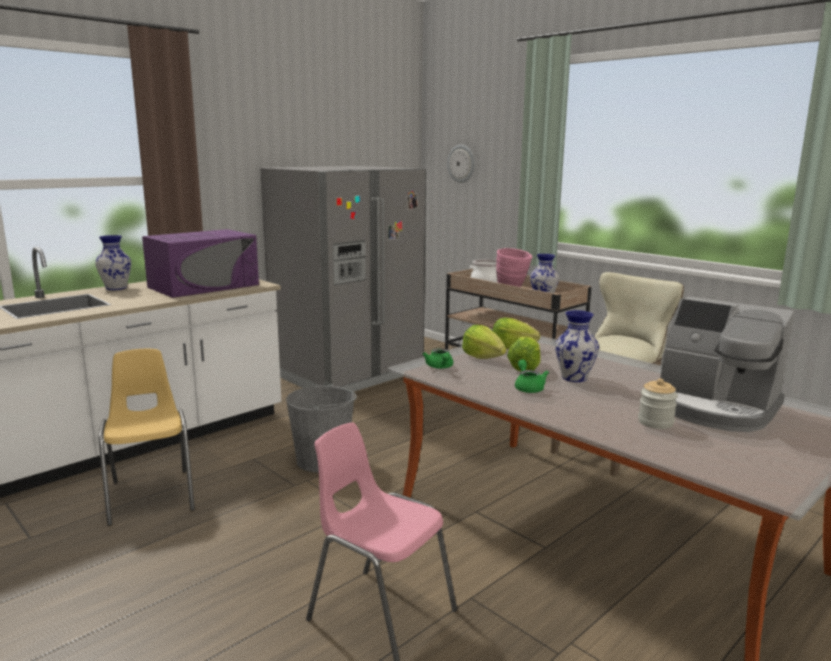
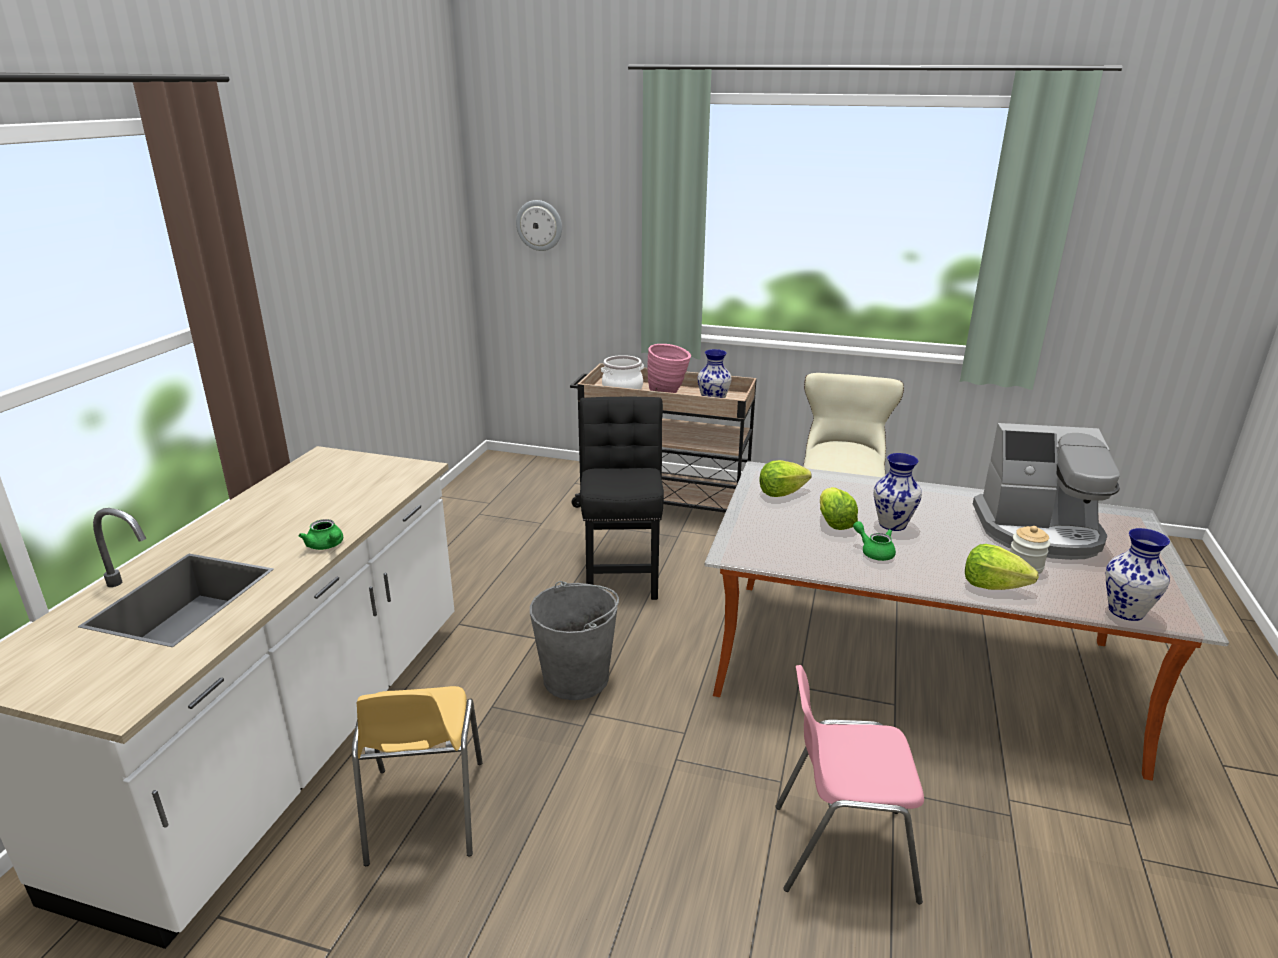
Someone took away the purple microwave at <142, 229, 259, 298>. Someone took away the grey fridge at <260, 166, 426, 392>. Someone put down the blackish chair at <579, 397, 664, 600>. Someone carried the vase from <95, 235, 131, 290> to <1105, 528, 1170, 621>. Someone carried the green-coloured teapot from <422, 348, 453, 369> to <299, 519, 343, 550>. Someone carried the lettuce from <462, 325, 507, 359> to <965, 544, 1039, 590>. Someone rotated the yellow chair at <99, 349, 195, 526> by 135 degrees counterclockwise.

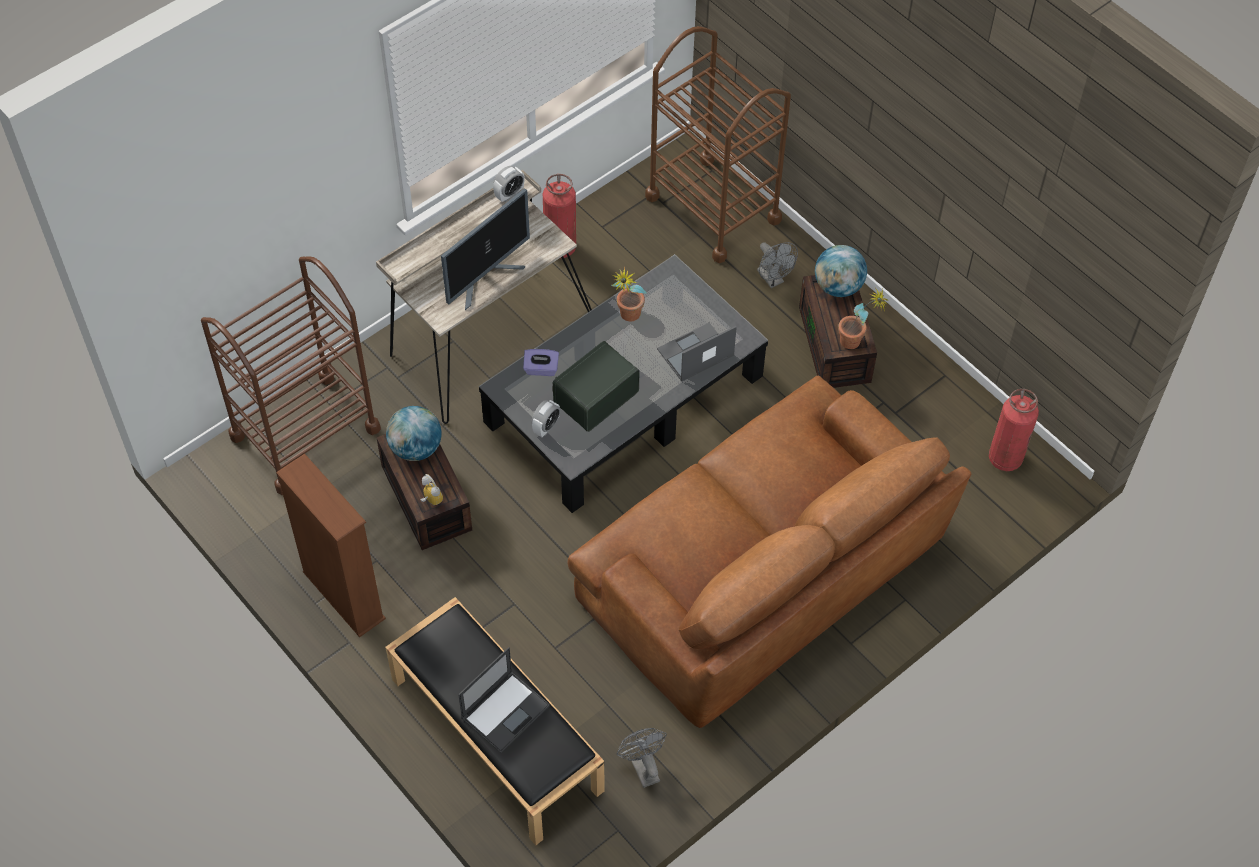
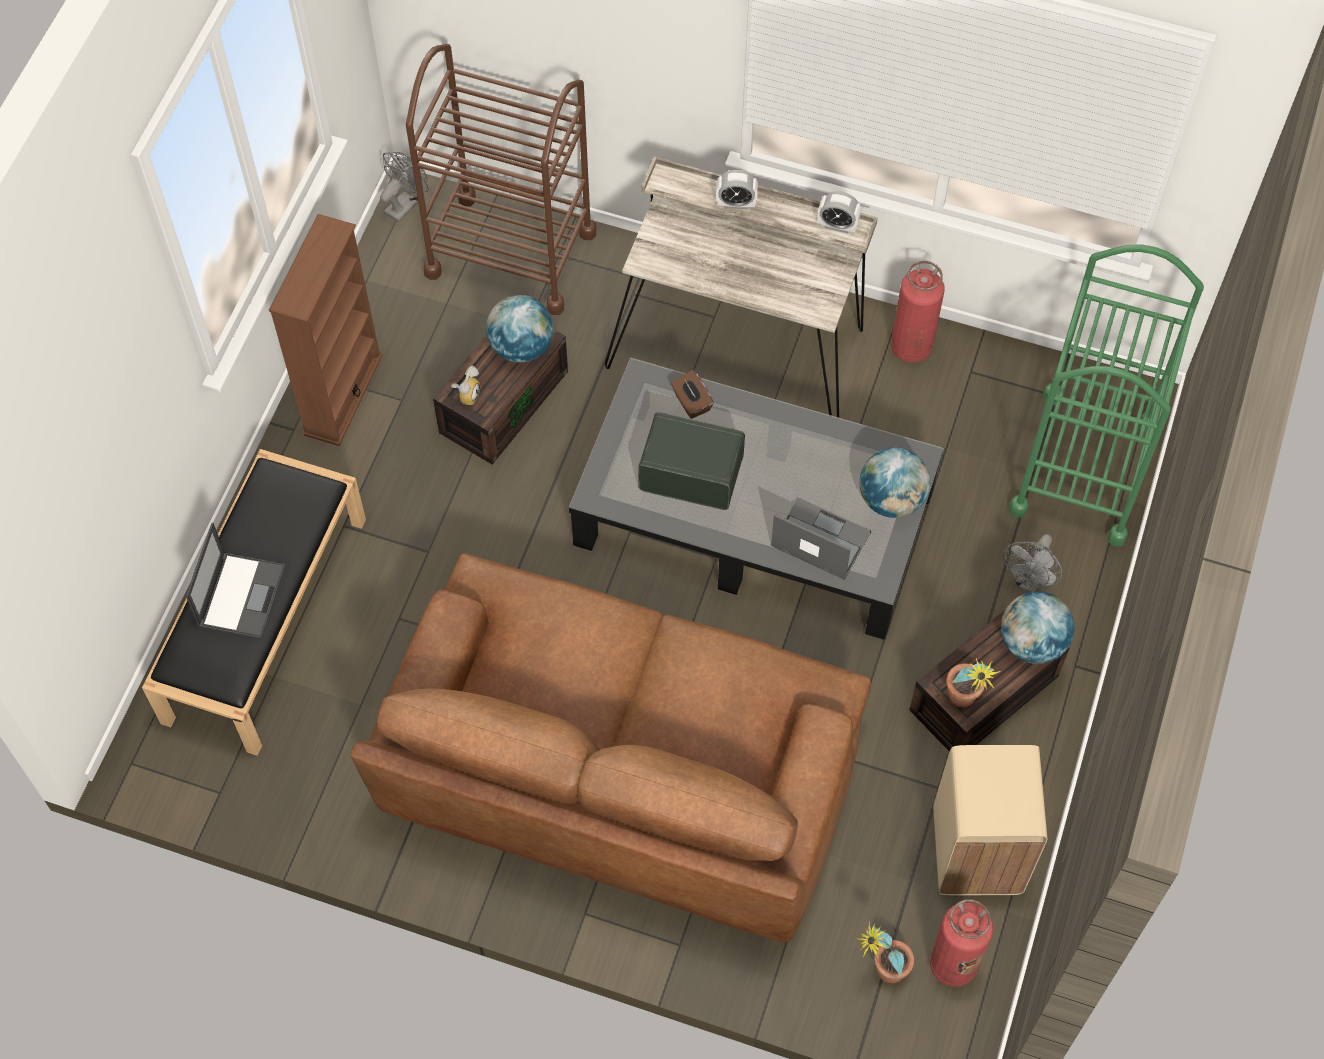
Someone took away the computer screen at <441, 188, 530, 310>. Someone put down the desk globe at <860, 447, 930, 518>. Someone put down the sand-coloured waste bin at <933, 745, 1047, 895>. Someone carried the bedside clock from <532, 400, 560, 437> to <716, 170, 758, 209>. Someone carried the potted plant from <611, 267, 647, 321> to <857, 921, 914, 983>. Someone carried the grey cooling fan from <617, 728, 667, 788> to <380, 152, 429, 222>. Someone repainted the purple tissue holder at <523, 349, 559, 376>, which became the brown-coloured tissue holder at <671, 370, 714, 419>. Someone repainted the brown-coloured trolley at <645, 26, 791, 263>, which became the green-coloured trolley at <1009, 245, 1204, 546>. Someone rotated the portable computer at <458, 647, 550, 753> by 90 degrees counterclockwise.

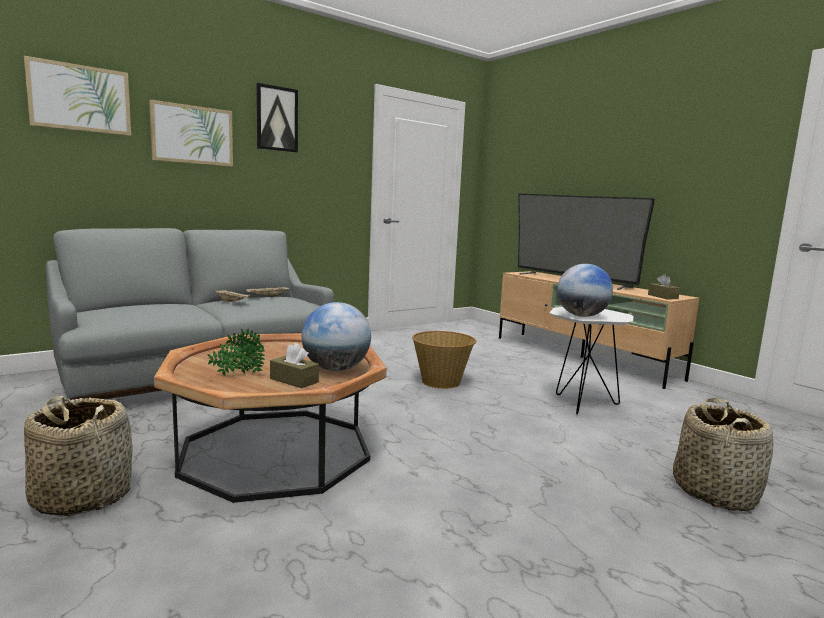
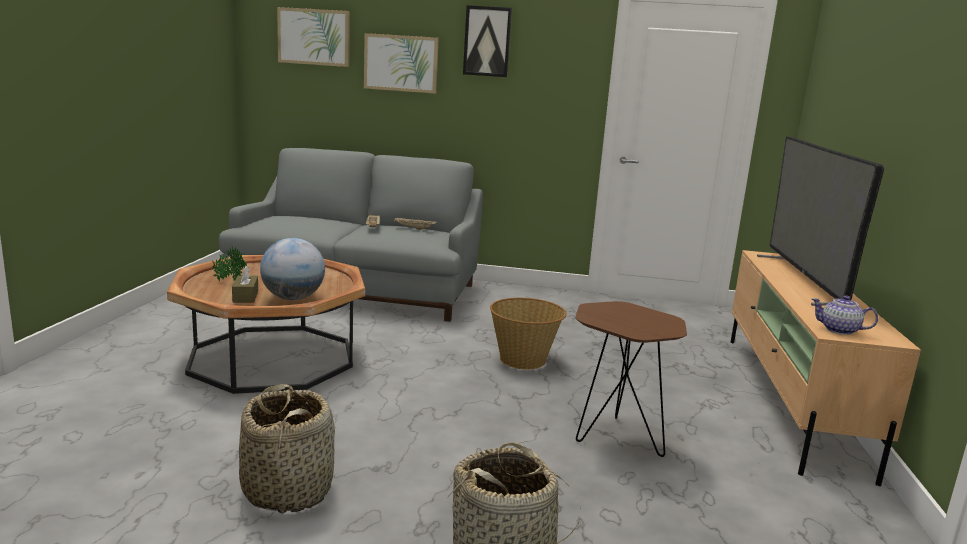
Someone took away the desk globe at <557, 264, 613, 317>. Someone carried the storage basket from <24, 396, 132, 517> to <239, 384, 335, 513>. Someone swapped the brown-coloured tissue holder at <648, 274, 680, 299> for the teapot at <812, 296, 878, 335>. Someone repainted the white-coloured accent table at <549, 307, 634, 414>, which became the brown-coloured accent table at <575, 301, 687, 457>.

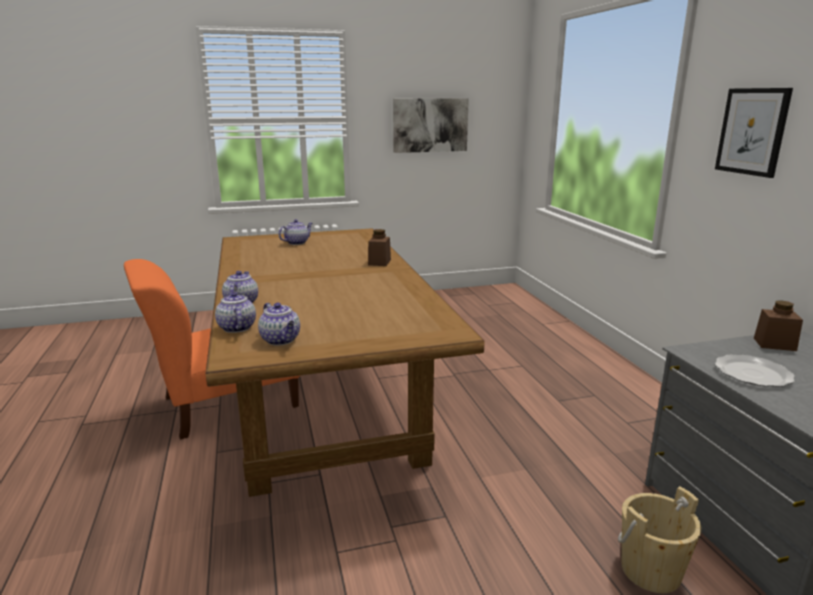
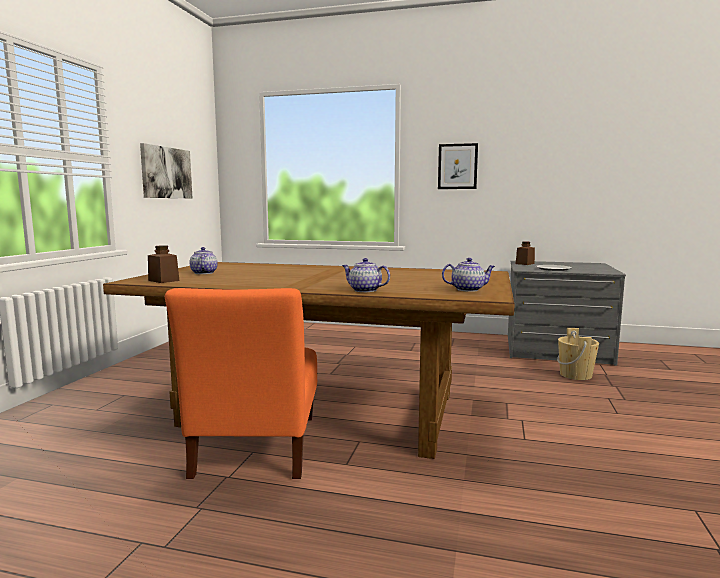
Someone took away the teapot at <215, 292, 256, 333>. Someone carried the brown-coloured storage jar from <368, 229, 391, 266> to <148, 245, 180, 283>.

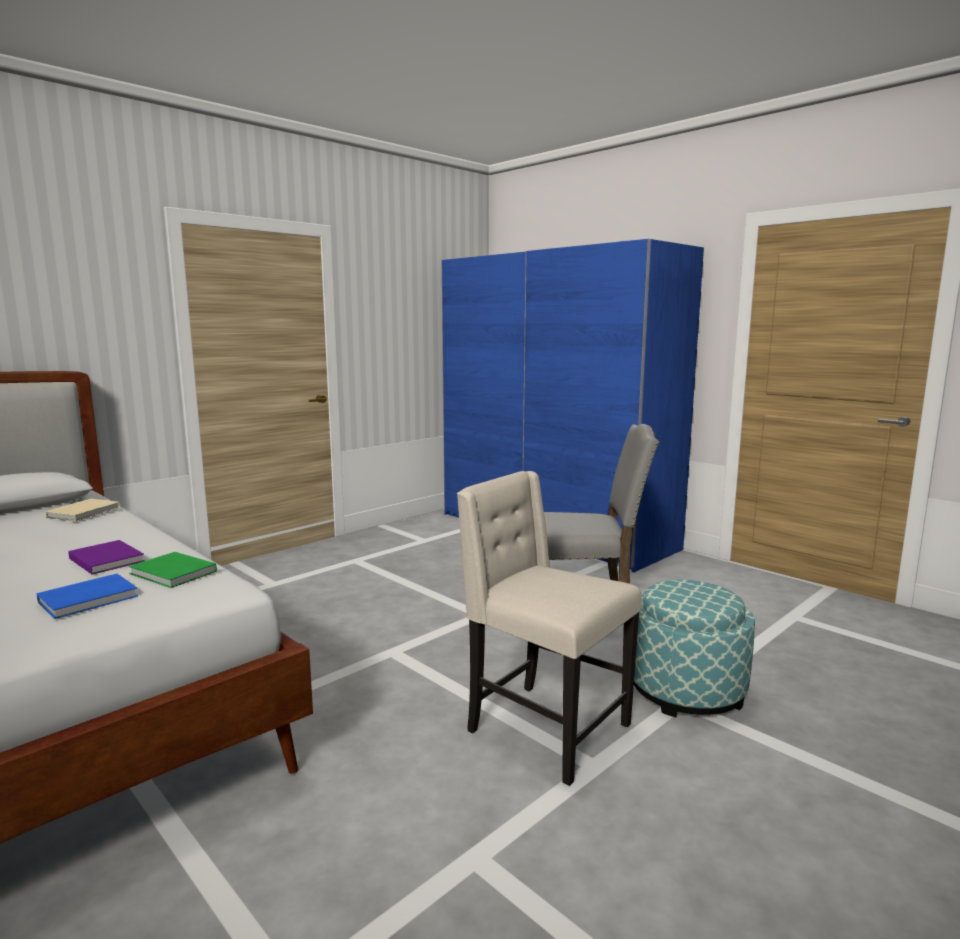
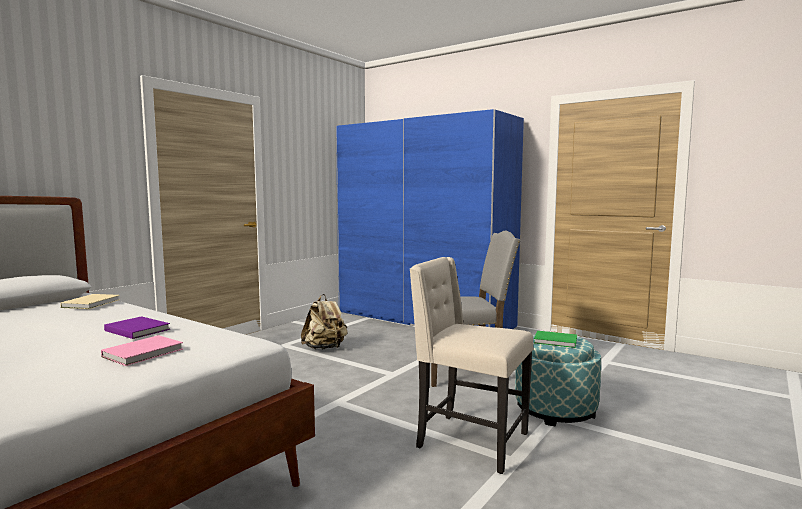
Someone put down the sand-coloured rucksack at <301, 294, 348, 349>. Someone carried the green-coloured book from <129, 552, 217, 588> to <534, 331, 577, 348>. Someone repainted the blue-coloured book at <37, 574, 138, 619>, which became the pink book at <101, 335, 183, 366>.

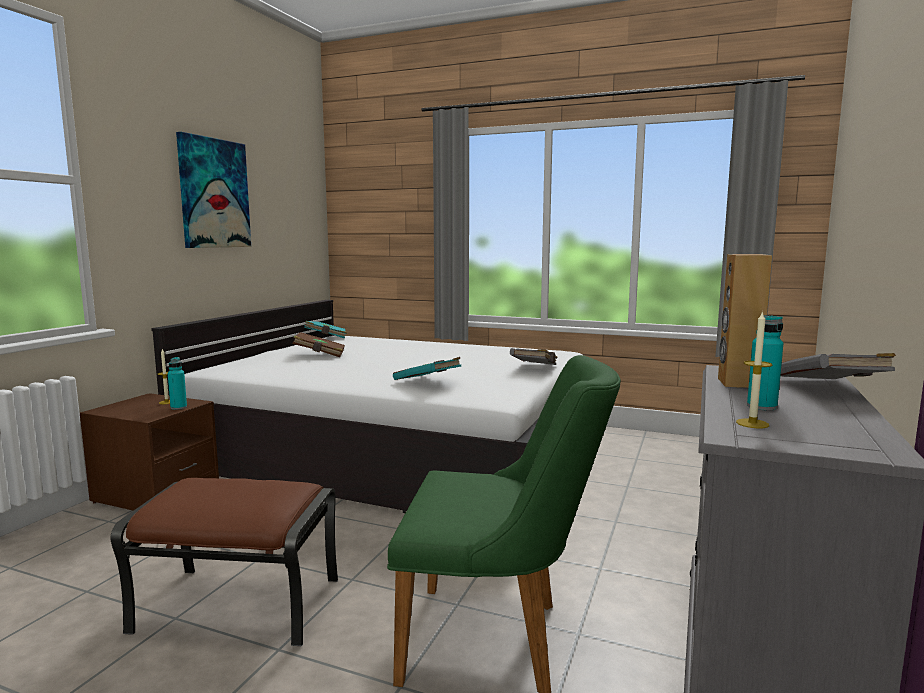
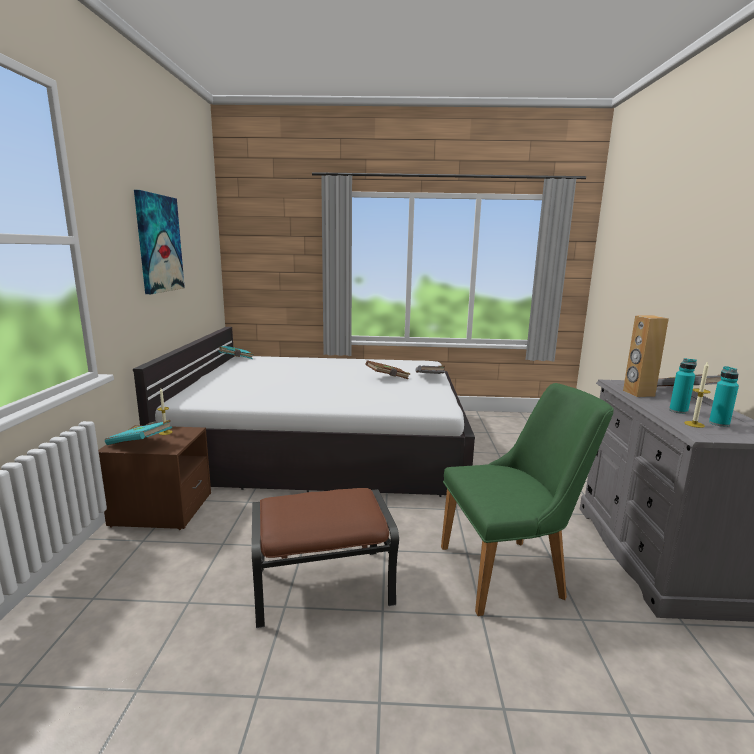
Someone carried the blue-green drink bottle from <168, 357, 187, 410> to <709, 366, 739, 427>. Someone carried the brown-coloured book from <292, 332, 345, 357> to <366, 360, 410, 379>. Someone carried the blue-green book from <393, 357, 462, 380> to <105, 420, 172, 445>.

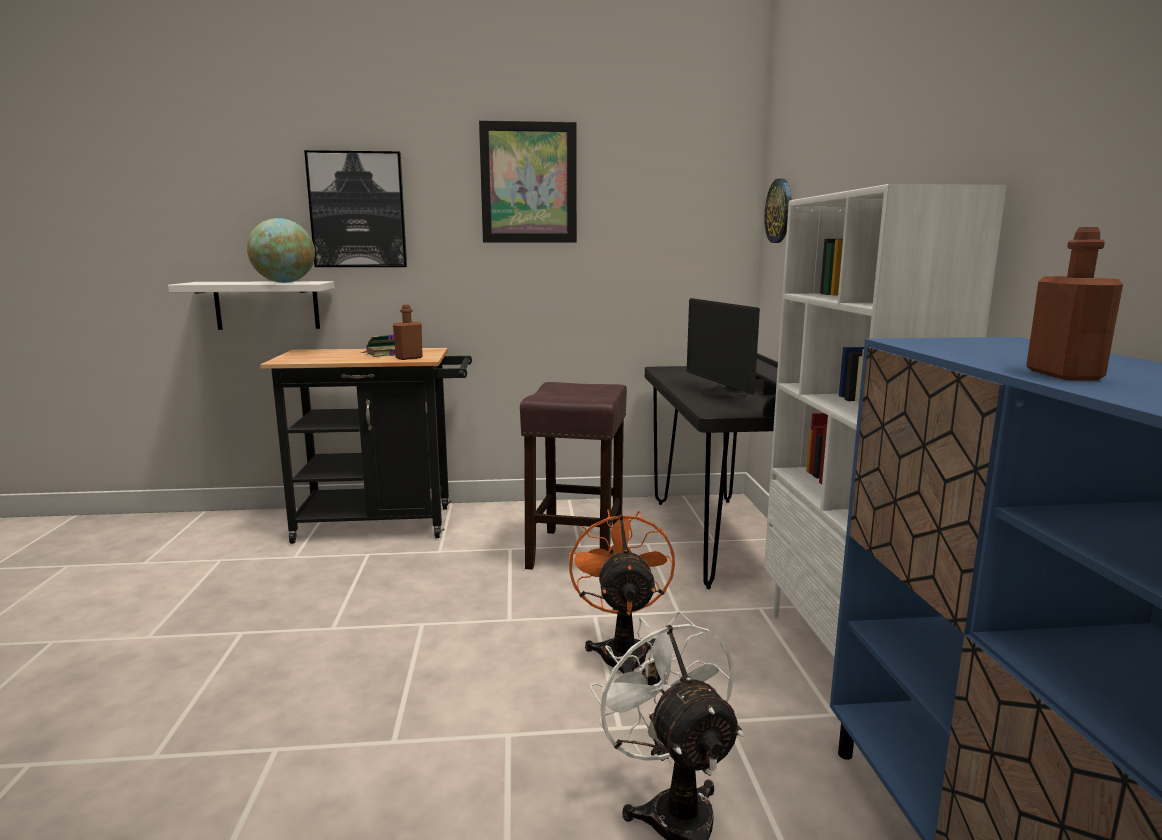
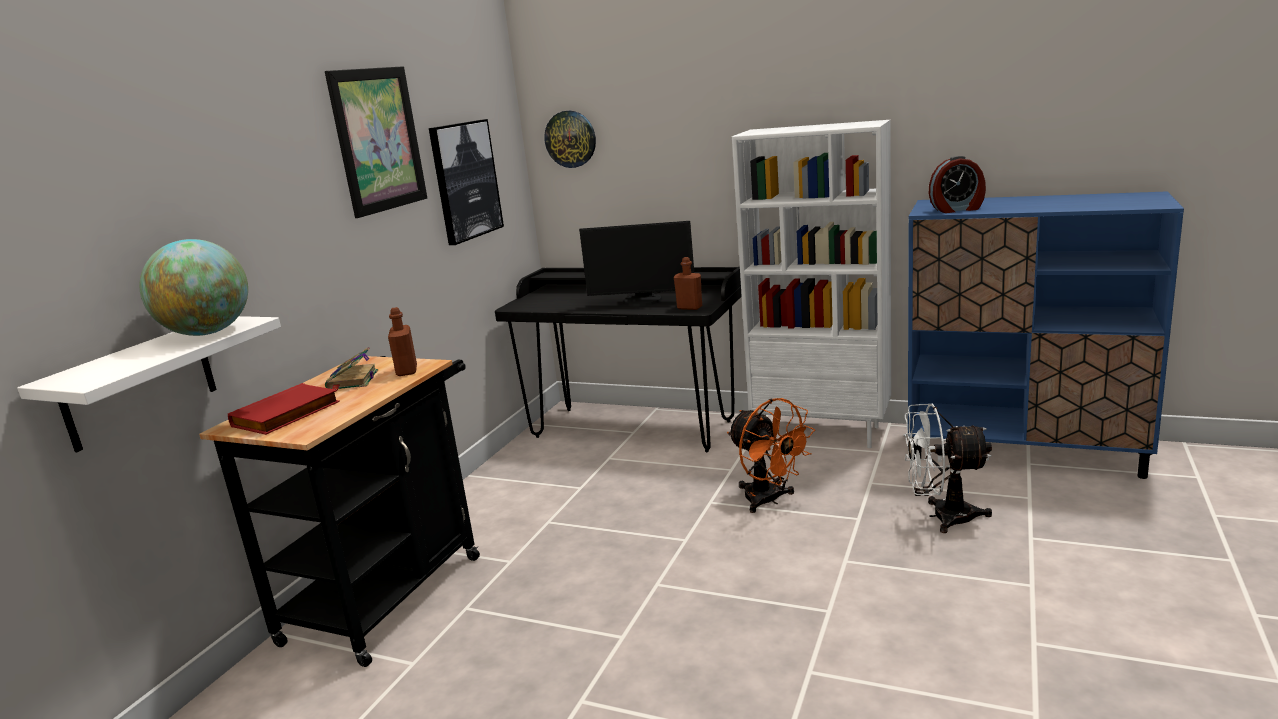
Someone took away the brown-coloured stool at <520, 382, 627, 570>. Someone put down the reddish book at <228, 383, 340, 435>. Someone put down the bedside clock at <929, 156, 986, 213>. Someone carried the wall art from <304, 150, 407, 267> to <429, 119, 504, 245>. Someone carried the brown-coloured drink bottle from <1026, 227, 1123, 380> to <674, 257, 702, 310>. Someone rotated the orange-coloured cooling fan at <569, 510, 675, 674> by 150 degrees counterclockwise.

